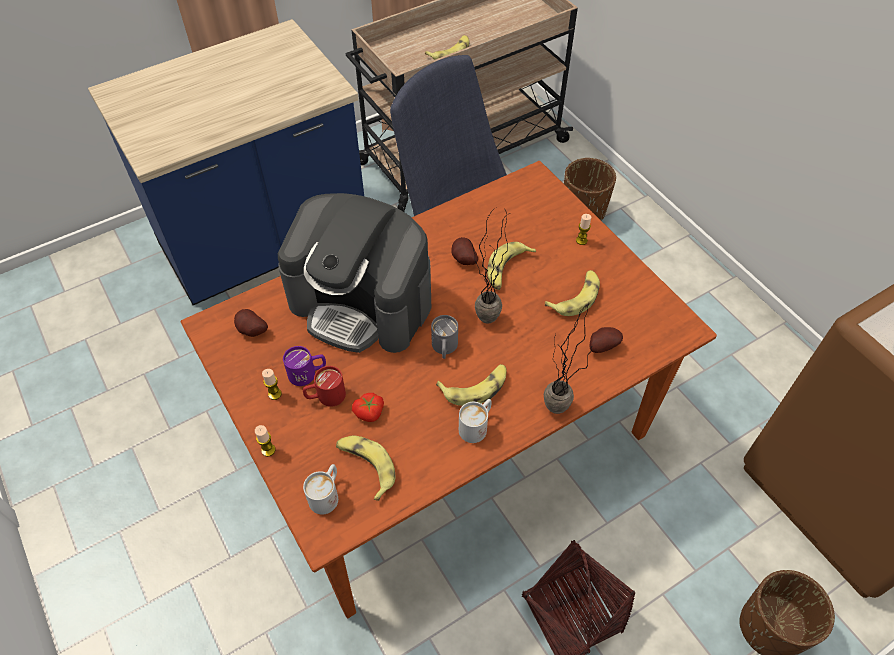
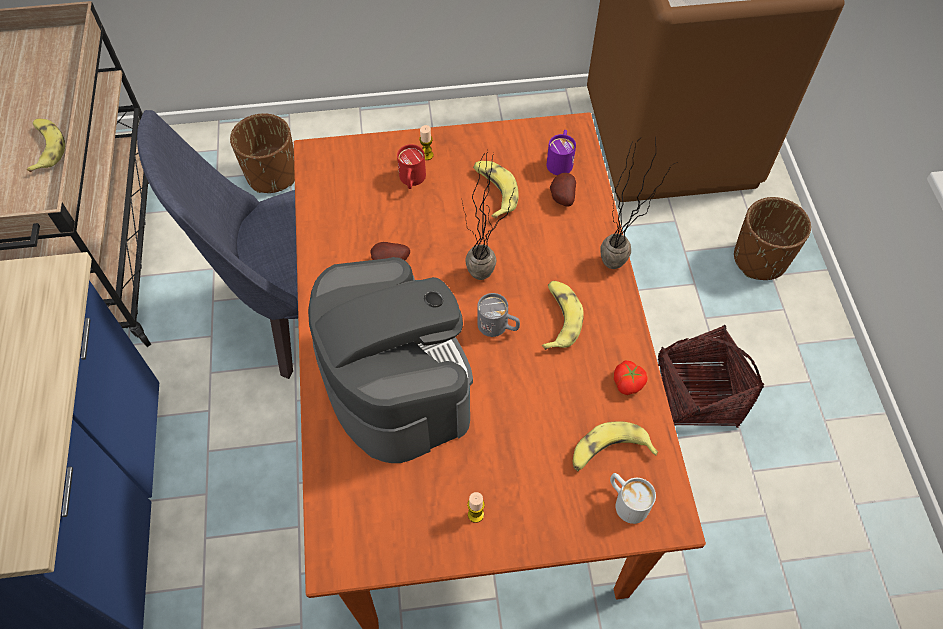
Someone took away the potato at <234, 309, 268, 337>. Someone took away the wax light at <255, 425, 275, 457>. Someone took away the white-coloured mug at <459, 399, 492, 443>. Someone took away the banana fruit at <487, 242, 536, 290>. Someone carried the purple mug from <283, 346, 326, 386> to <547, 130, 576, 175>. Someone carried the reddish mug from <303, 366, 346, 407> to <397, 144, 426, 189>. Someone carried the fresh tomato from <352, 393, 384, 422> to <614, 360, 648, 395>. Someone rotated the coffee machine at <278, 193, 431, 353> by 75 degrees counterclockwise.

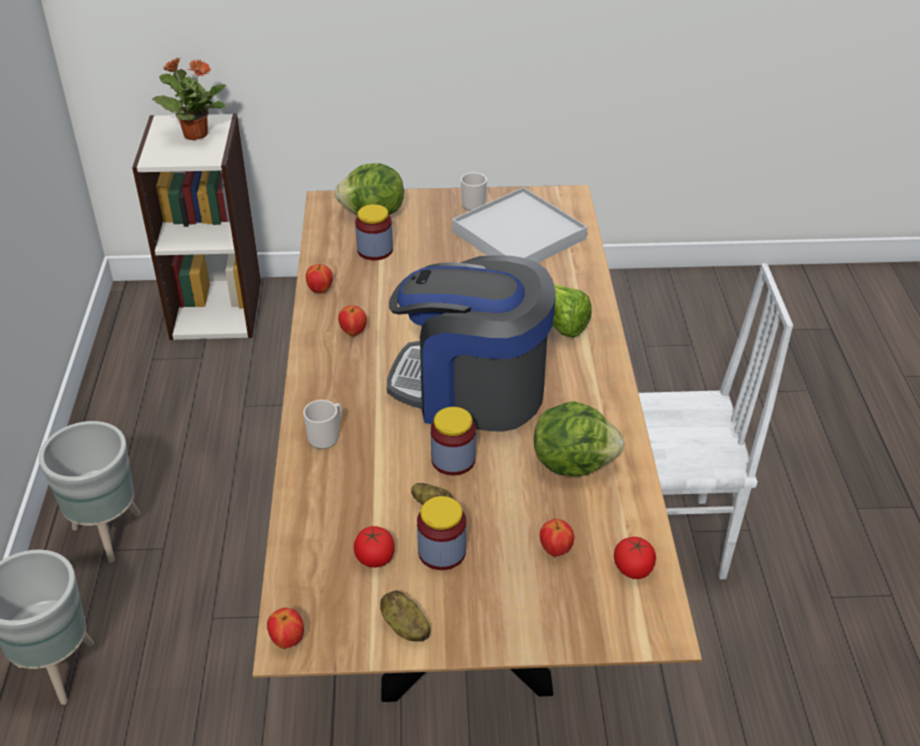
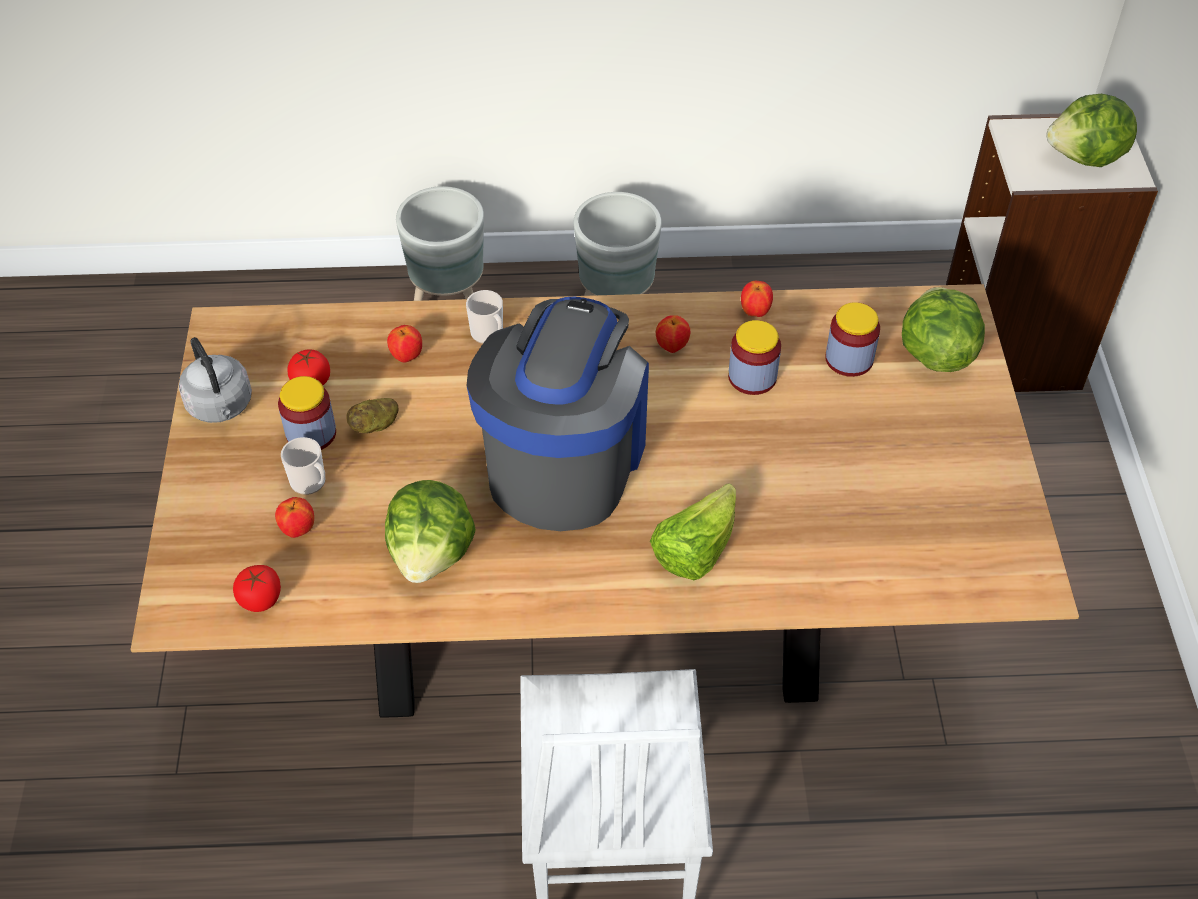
Someone took away the white-coloured serving tray at <452, 187, 587, 263>. Someone carried the whole apple from <267, 608, 304, 649> to <387, 325, 422, 363>. Someone carried the storage jar from <431, 407, 476, 475> to <728, 320, 781, 395>. Someone carried the mug from <461, 173, 487, 211> to <281, 437, 326, 495>. Someone swapped the potted plant at <152, 57, 226, 140> for the lettuce at <1047, 94, 1137, 167>. Someone swapped the potato at <380, 590, 430, 642> for the grey kettle at <179, 337, 252, 423>.

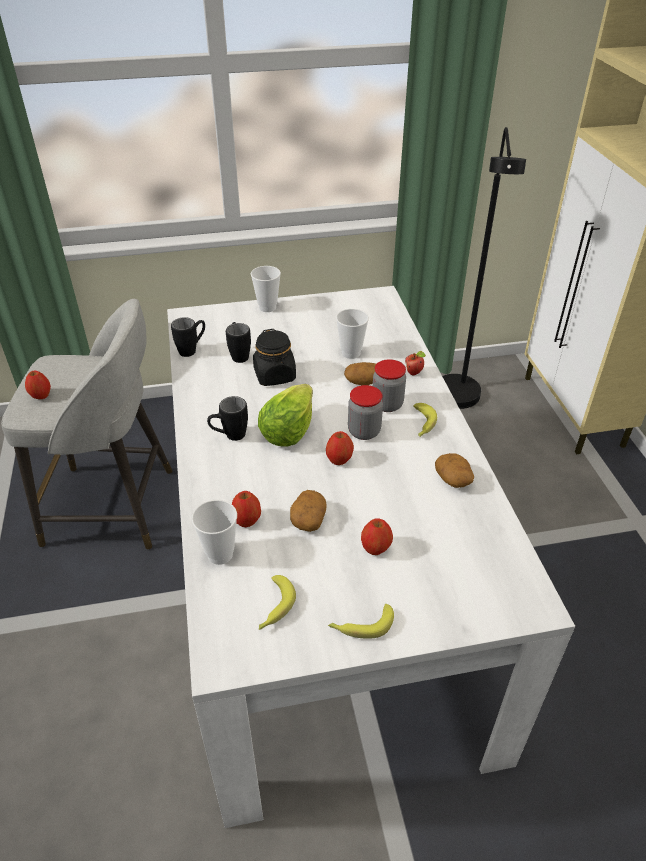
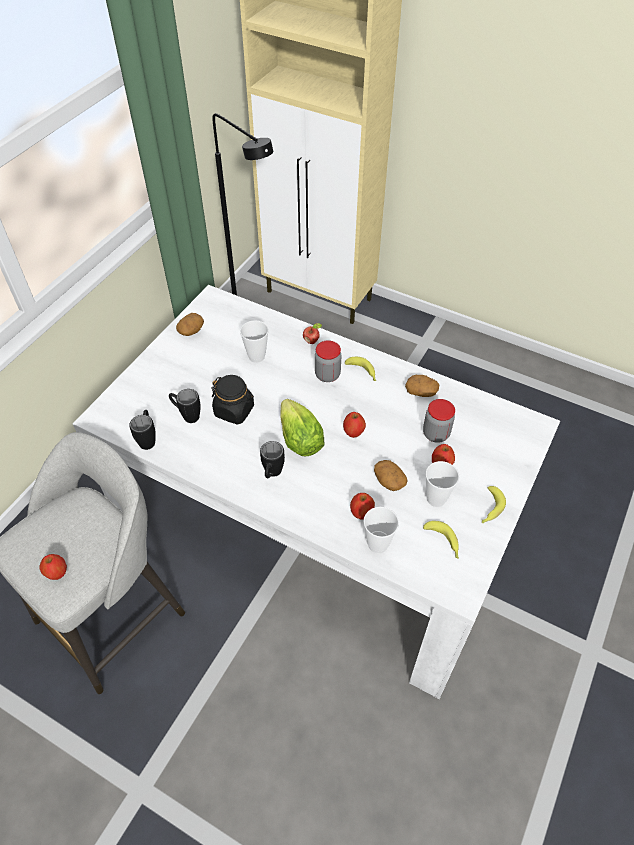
Someone carried the small cup from <251, 266, 281, 312> to <425, 461, 459, 507>. Someone carried the potato from <344, 362, 376, 385> to <176, 313, 204, 336>. Someone carried the storage jar from <348, 385, 383, 440> to <423, 399, 455, 443>.

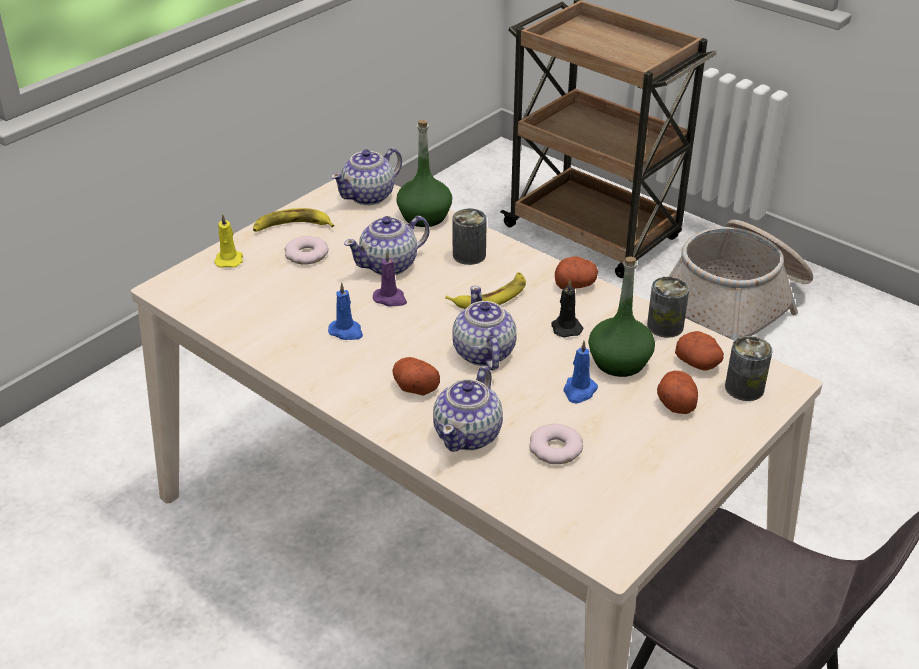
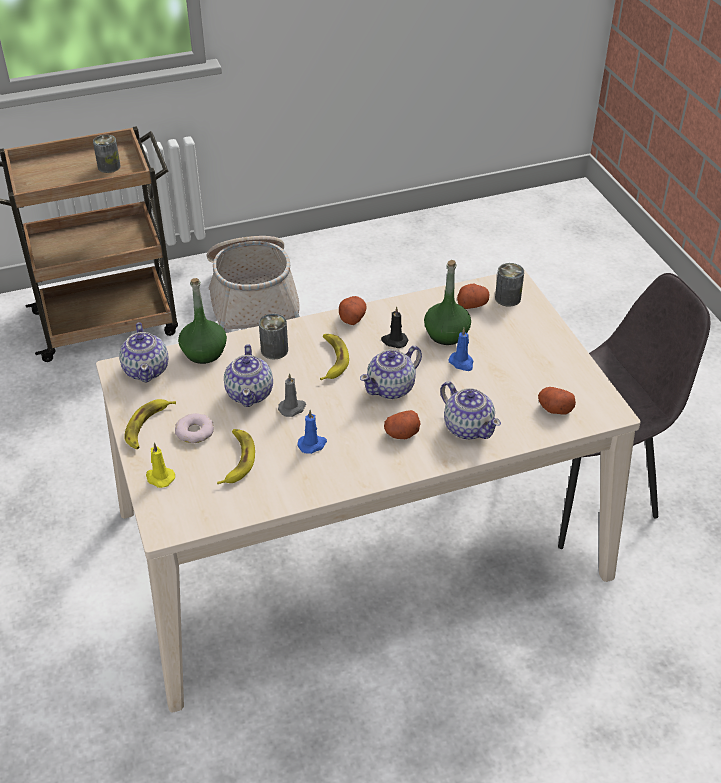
Someone took away the donut at <529, 423, 583, 464>. Someone put down the banana fruit at <217, 429, 255, 484>. Someone carried the metal can from <647, 277, 689, 338> to <93, 135, 121, 173>. Someone carried the potato from <657, 371, 698, 414> to <538, 387, 576, 415>. Someone repainted the purple wax light at <373, 251, 407, 307>, which became the grey wax light at <278, 373, 306, 417>. Someone rotated the teapot at <453, 286, 517, 371> by 60 degrees counterclockwise.

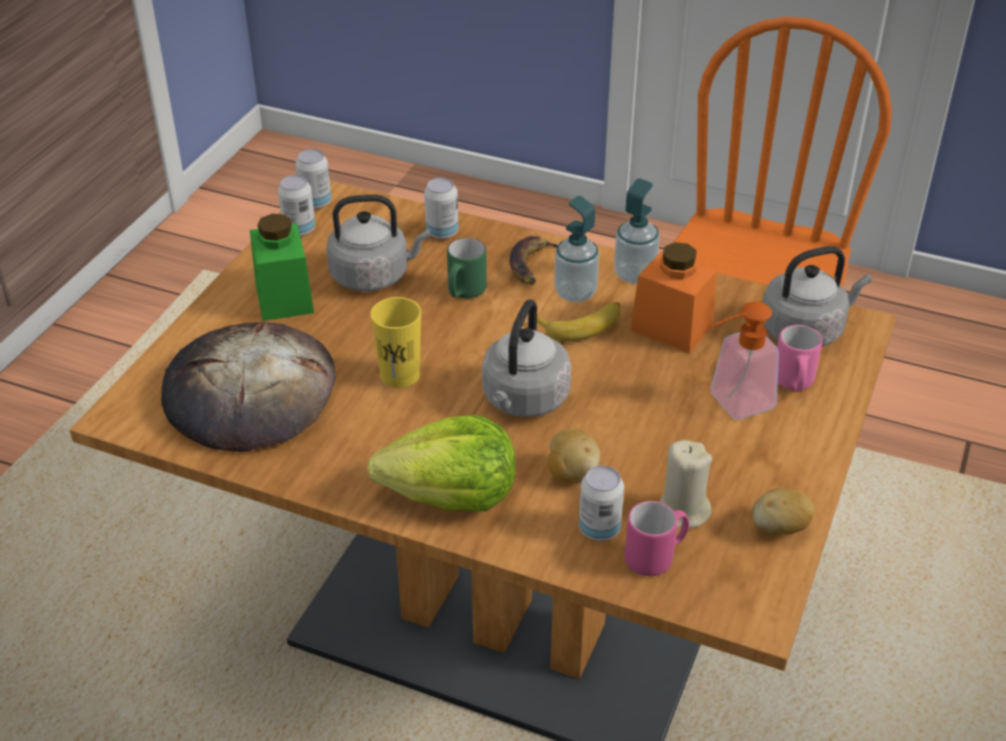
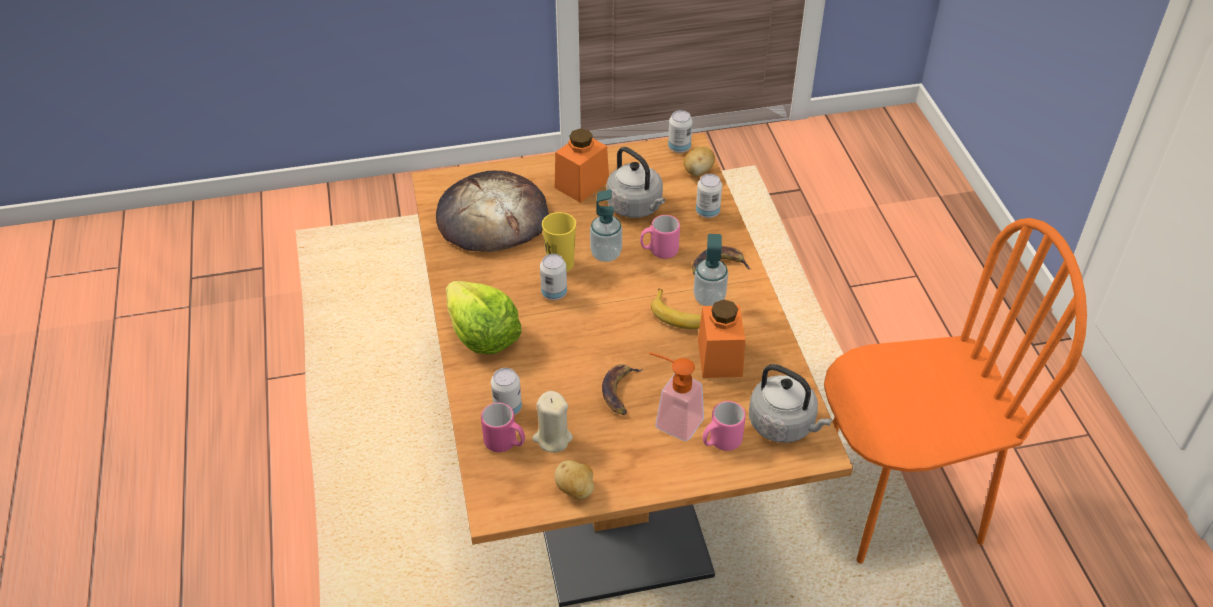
Someone took away the grey kettle at <482, 299, 572, 417>. Someone put down the banana fruit at <602, 364, 643, 415>. Someone carried the metal can from <278, 175, 315, 236> to <540, 254, 567, 300>. Someone carried the potato from <547, 429, 600, 483> to <683, 147, 715, 176>. Someone carried the liquid soap bottle from <614, 178, 659, 284> to <590, 189, 622, 262>. Someone repainted the green-coloured storage jar at <250, 214, 314, 321>, which became the orange-coloured storage jar at <555, 129, 609, 203>. Someone repainted the green-coloured mug at <447, 238, 487, 299>, which became the pink mug at <640, 215, 680, 259>.

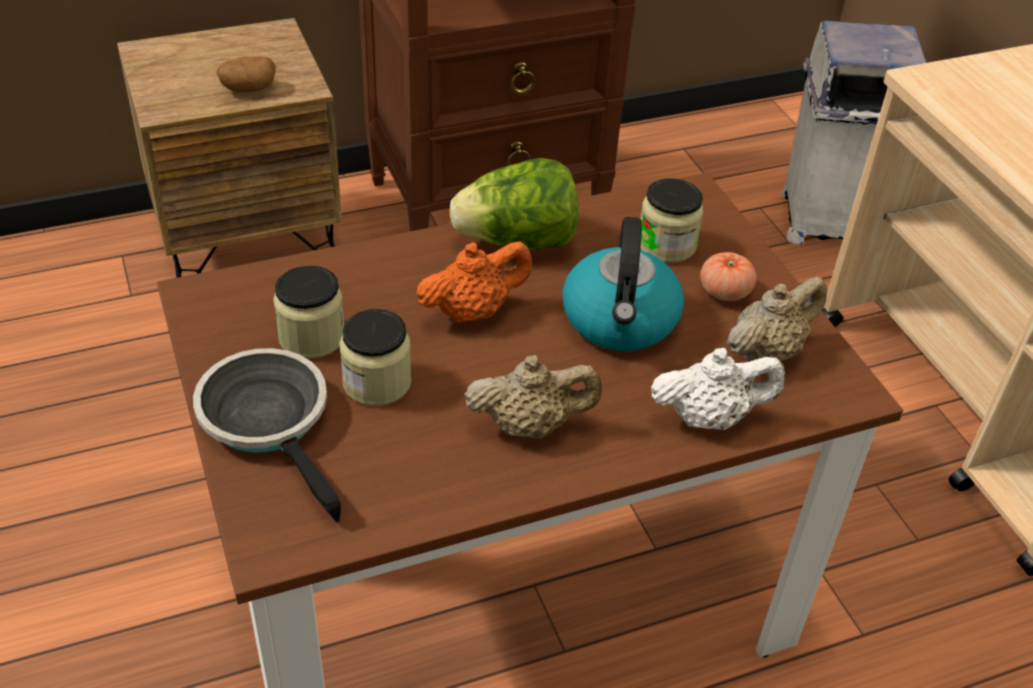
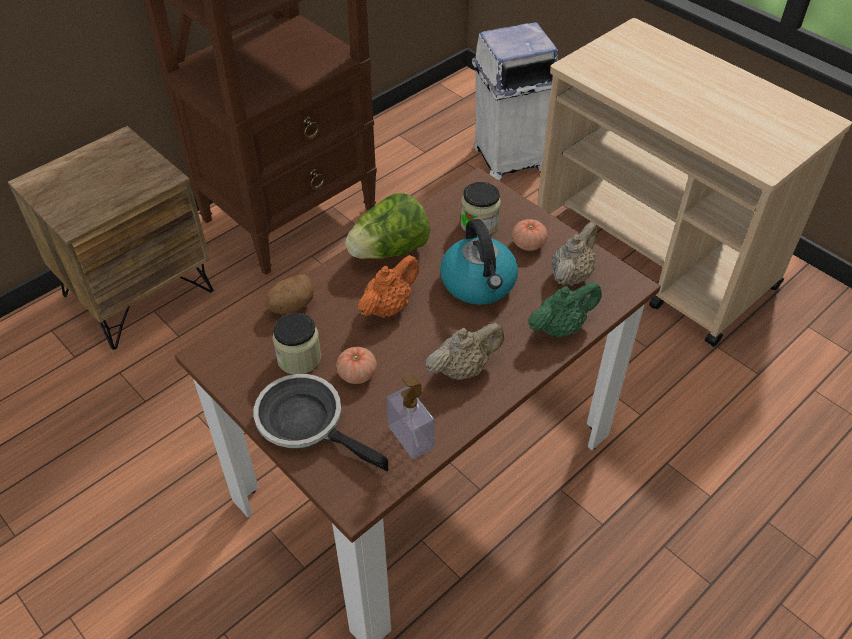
Someone put down the liquid soap bottle at <387, 375, 434, 459>. Someone carried the potato from <216, 56, 276, 93> to <265, 274, 314, 314>. Someone swapped the storage jar at <339, 309, 411, 406> for the fresh tomato at <336, 347, 377, 384>. Someone repainted the white-coloured teapot at <651, 348, 786, 430>, which became the green-coloured teapot at <528, 282, 601, 337>.

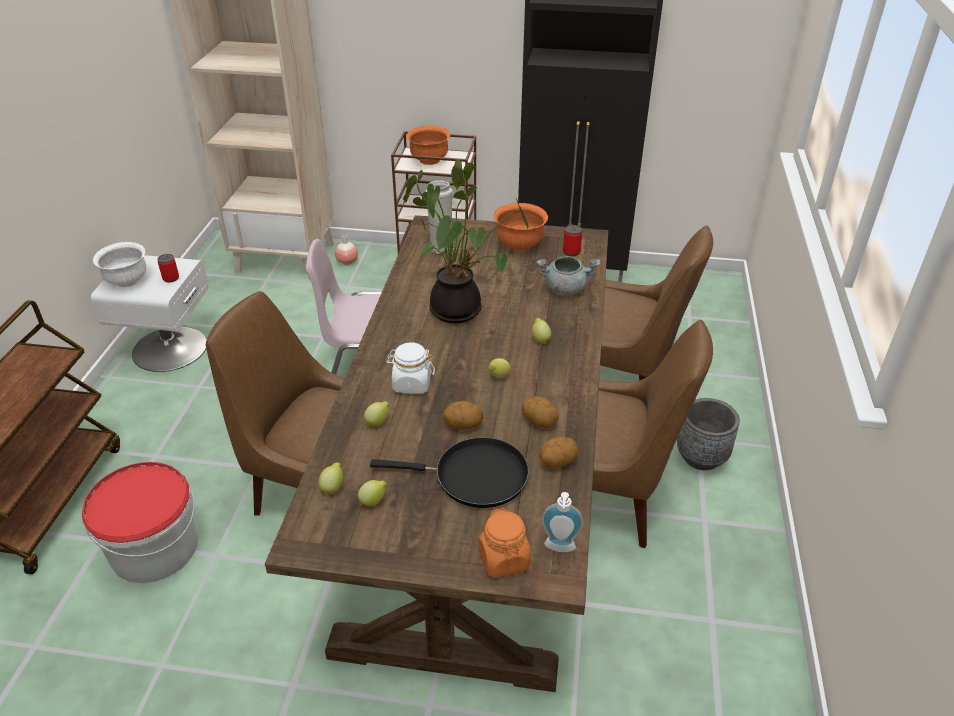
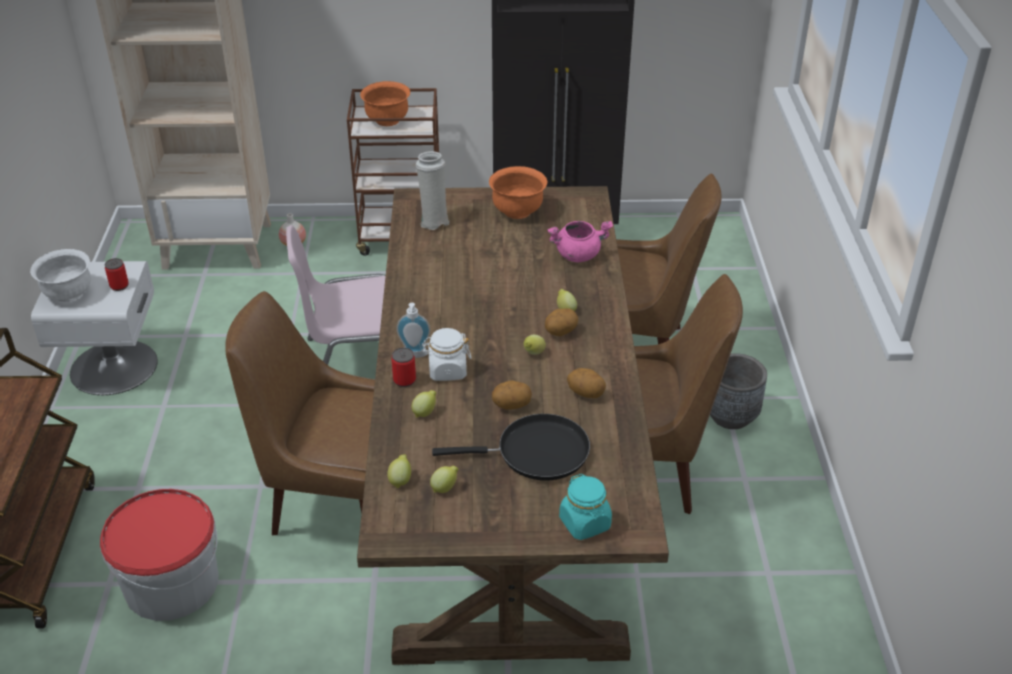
Someone took away the potted plant at <403, 159, 529, 323>. Someone carried the potato from <539, 437, 579, 468> to <545, 308, 578, 336>. Someone carried the liquid soap bottle from <542, 492, 583, 552> to <396, 303, 430, 358>. Someone carried the metal can from <563, 225, 582, 256> to <391, 348, 416, 387>. Someone repainted the orange-coloured storage jar at <478, 508, 531, 578>, which became the blue-green storage jar at <559, 474, 612, 540>. Someone repainted the grey cooking pot at <537, 256, 600, 296>, which became the pink cooking pot at <547, 221, 613, 262>.

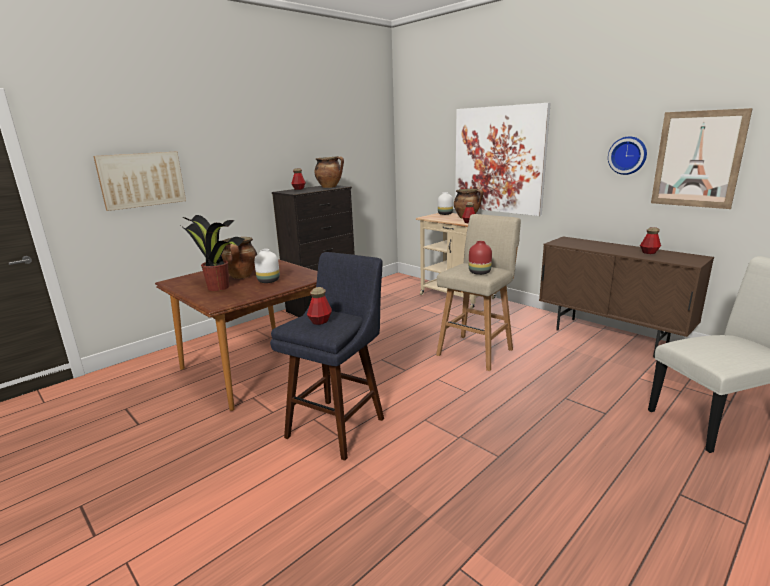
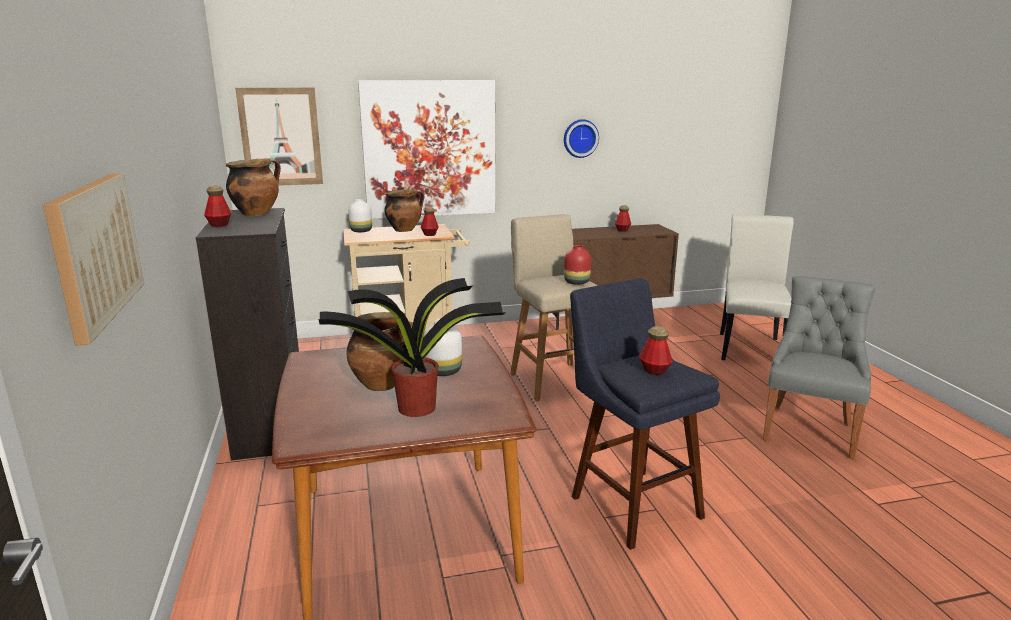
Someone put down the grey chair at <763, 276, 875, 460>. Someone carried the wall art from <651, 108, 753, 209> to <235, 88, 323, 186>.

